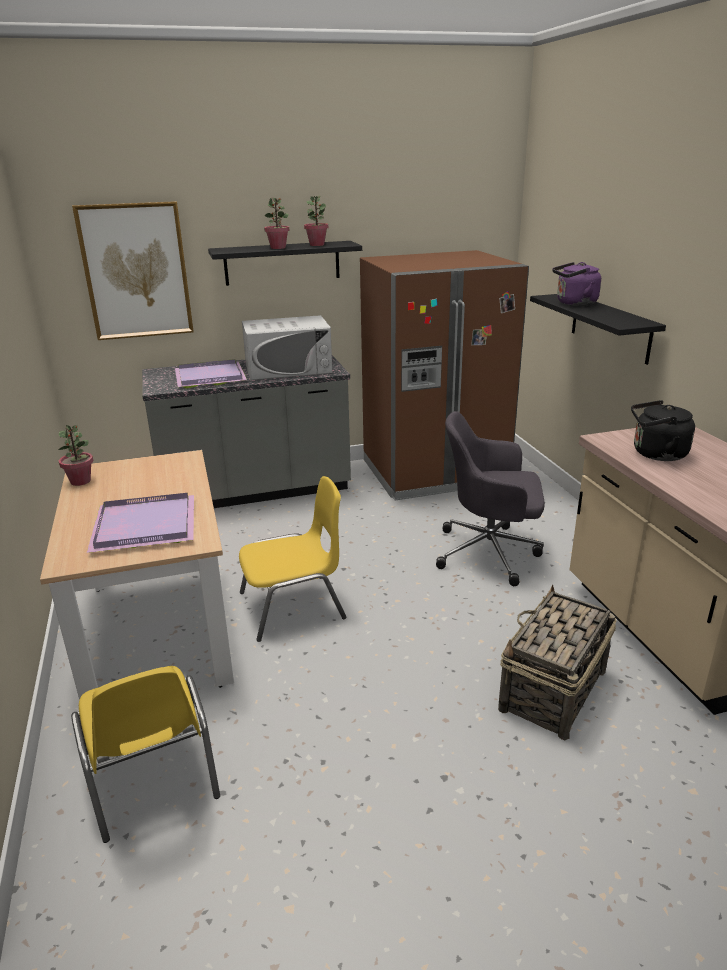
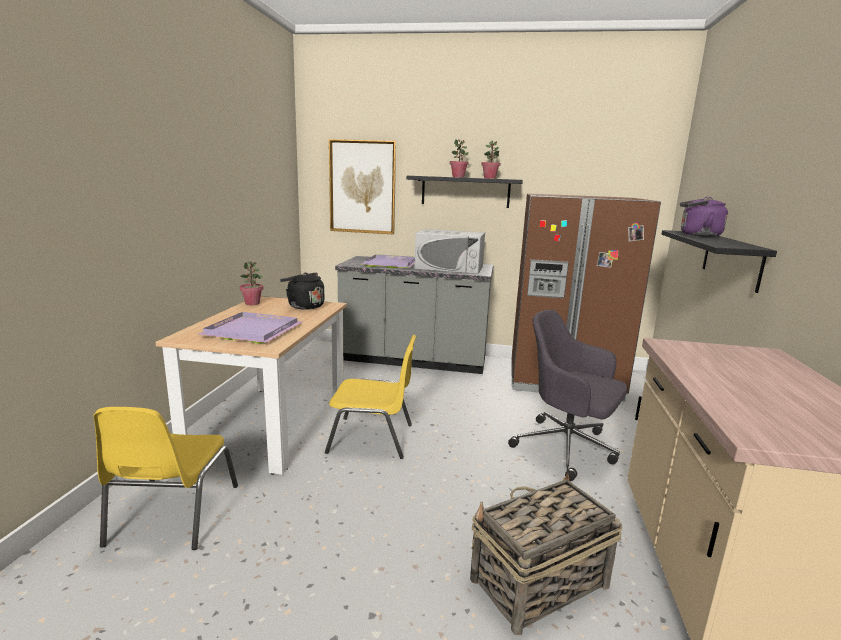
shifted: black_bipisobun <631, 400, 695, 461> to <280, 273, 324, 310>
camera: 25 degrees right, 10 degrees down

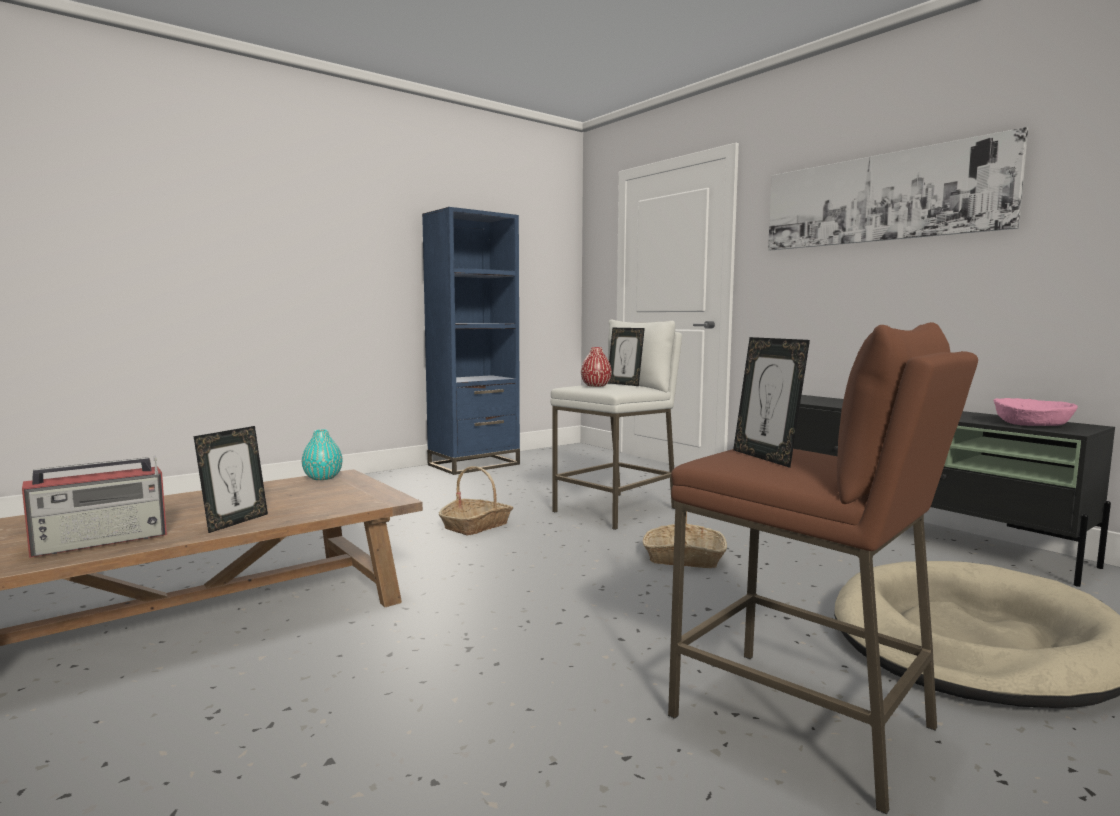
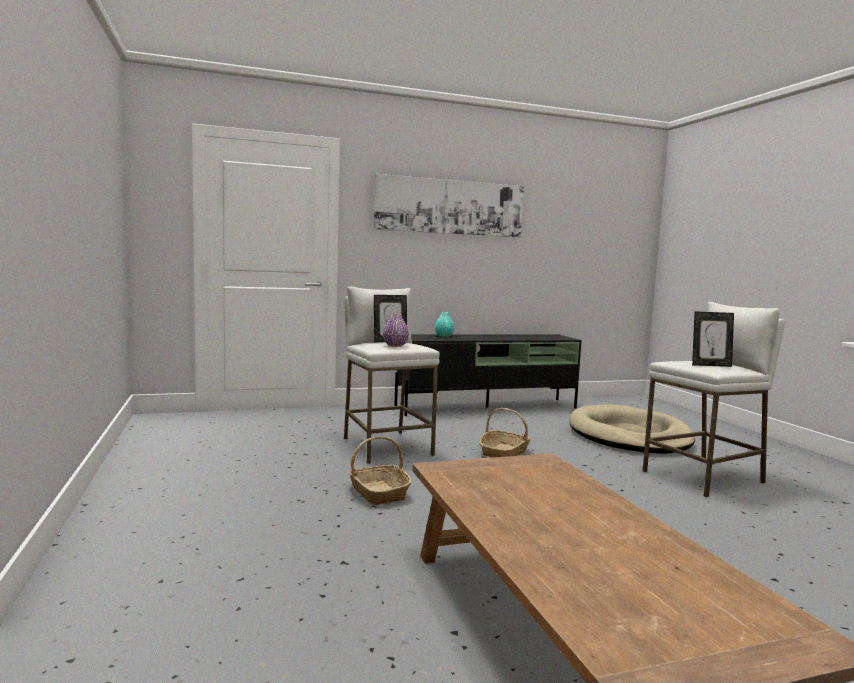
gone: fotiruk <22, 455, 167, 558>; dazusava <194, 426, 268, 533>; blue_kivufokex <422, 207, 520, 475>; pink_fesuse <994, 398, 1078, 426>
shifted: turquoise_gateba <302, 430, 342, 480> to <435, 312, 454, 337>
repainted: red_gateba <581, 347, 612, 387> to purple_gateba <383, 313, 409, 347>; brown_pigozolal <668, 322, 978, 815> to white_pigozolal <643, 302, 785, 497>
camera: 70 degrees left, 0 degrees up

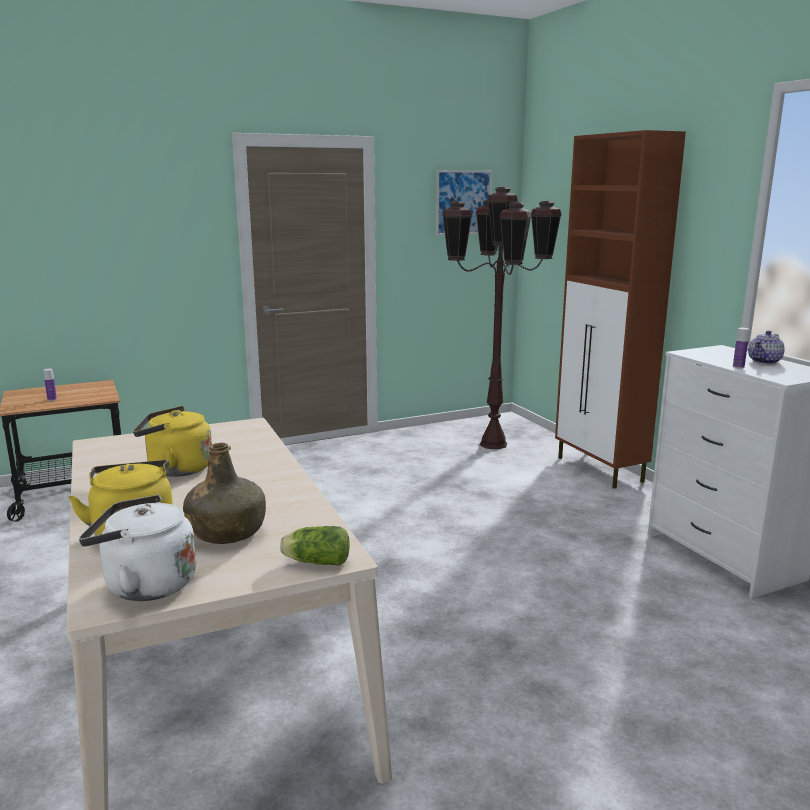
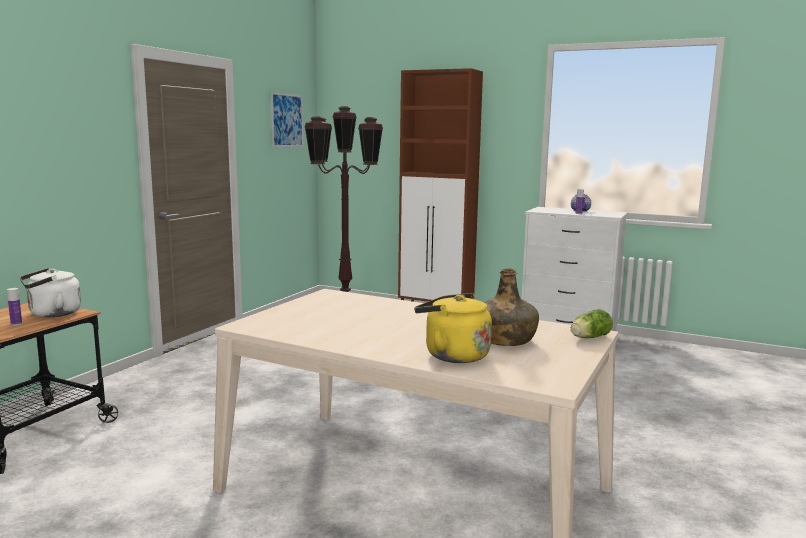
gone: yellow_bipisobun <133, 406, 212, 477>
shifted: white_bipisobun <79, 495, 196, 601> to <20, 268, 81, 317>
camera: 40 degrees left, 5 degrees down

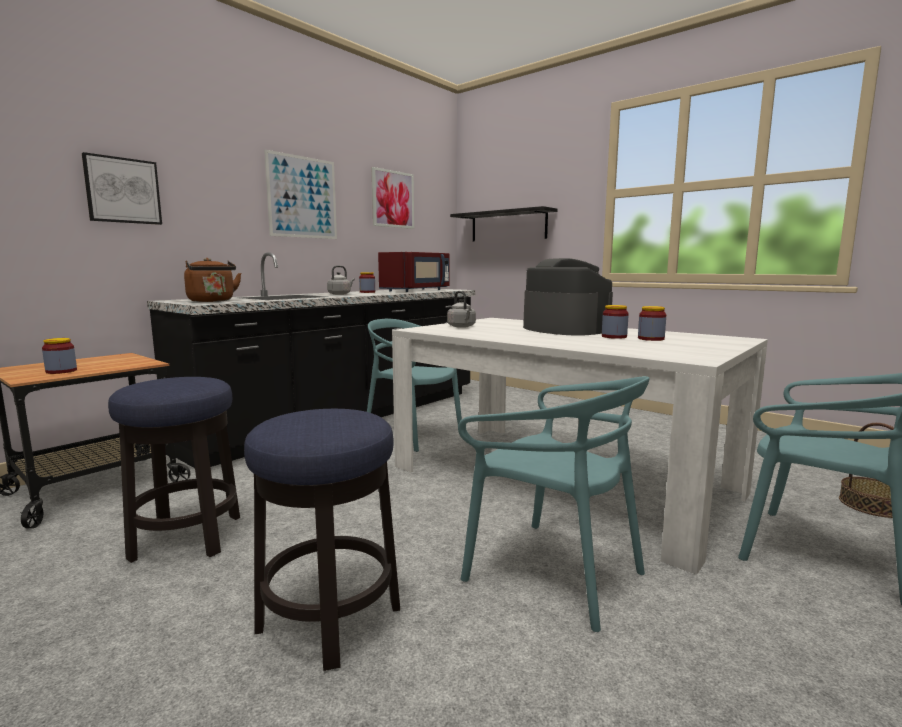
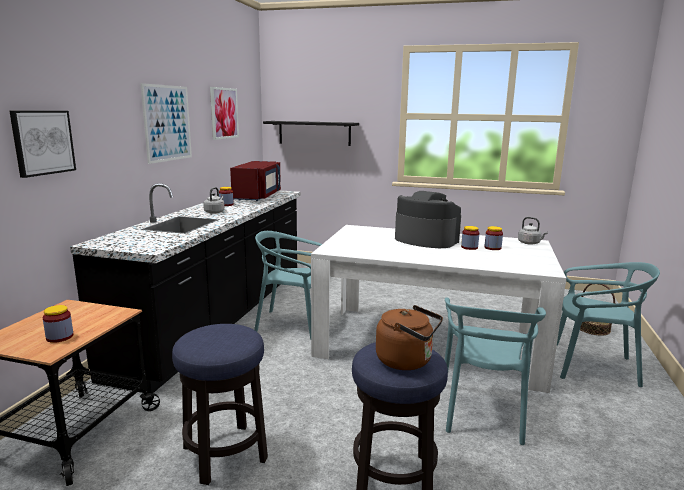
shifted: brown_bipisobun <184, 258, 242, 302> to <376, 305, 443, 370>; grey_bipisobun <447, 291, 476, 328> to <518, 217, 548, 245>
rotated: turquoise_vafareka <458, 376, 650, 632> = <445, 297, 546, 445> 90 degrees clockwise
camera: 25 degrees left, 5 degrees up

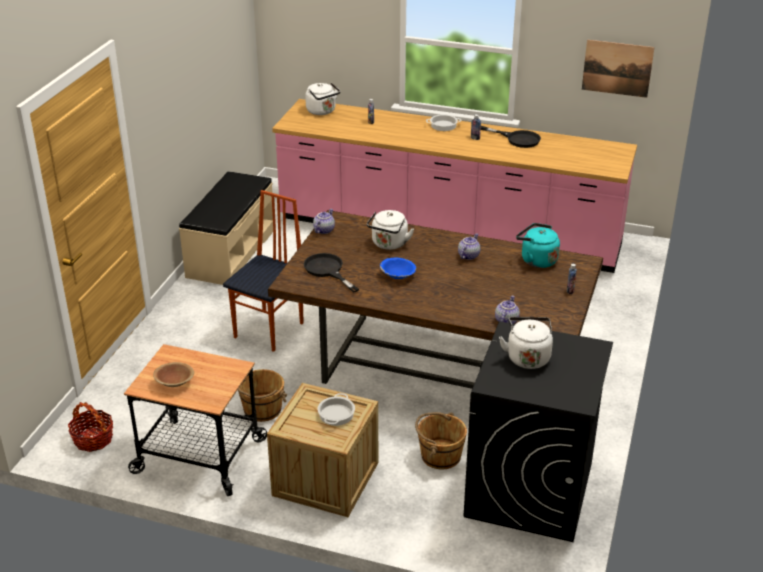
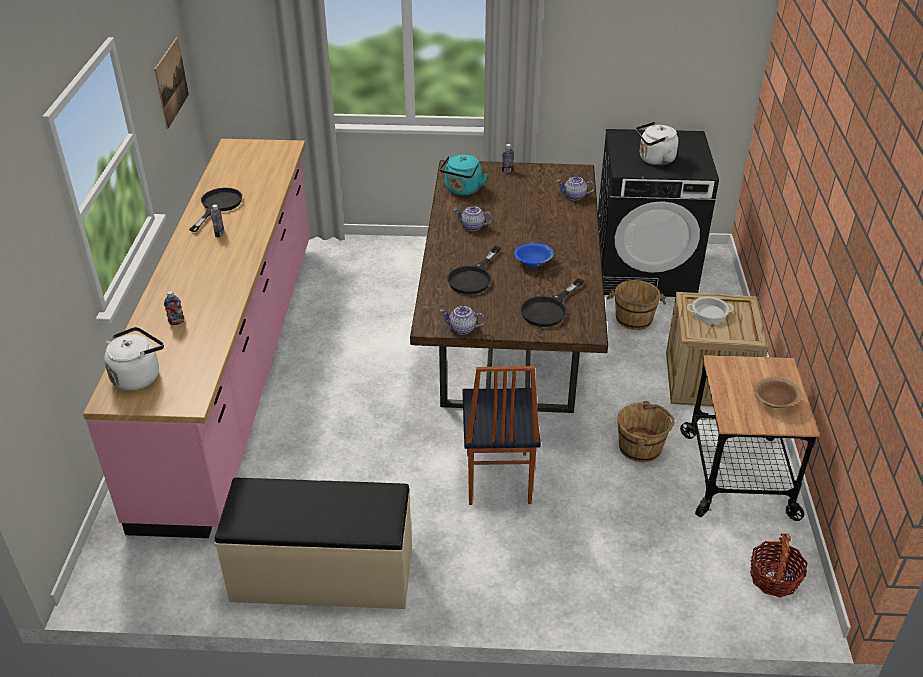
gone: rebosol <426, 114, 461, 131>
swapped: white_bipisobun <367, 210, 414, 250> to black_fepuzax <447, 246, 501, 294>
rotated: vafareka <223, 190, 304, 352> = <463, 366, 541, 505> 105 degrees counterclockwise
camera: 105 degrees left, 5 degrees up

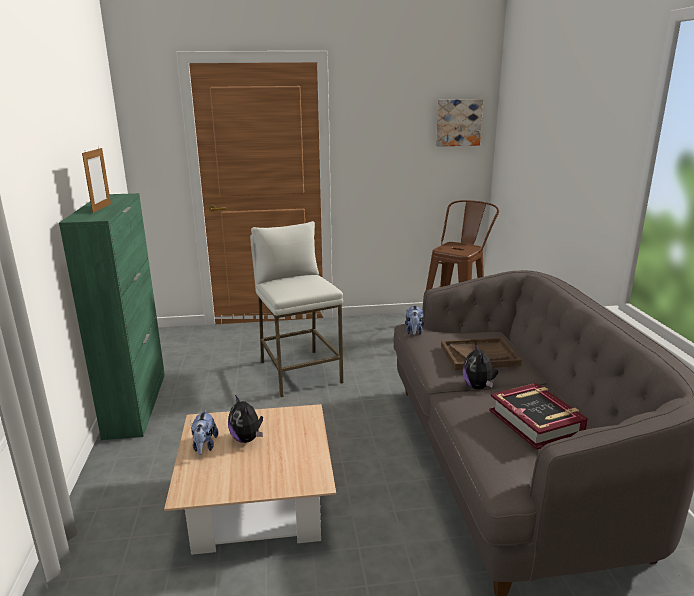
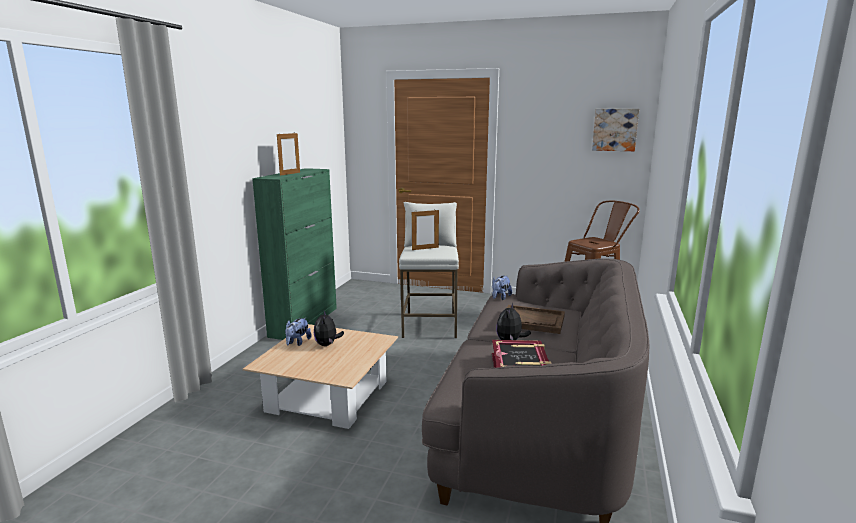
new: dazusava <412, 209, 439, 250>
camera: 25 degrees right, 5 degrees down

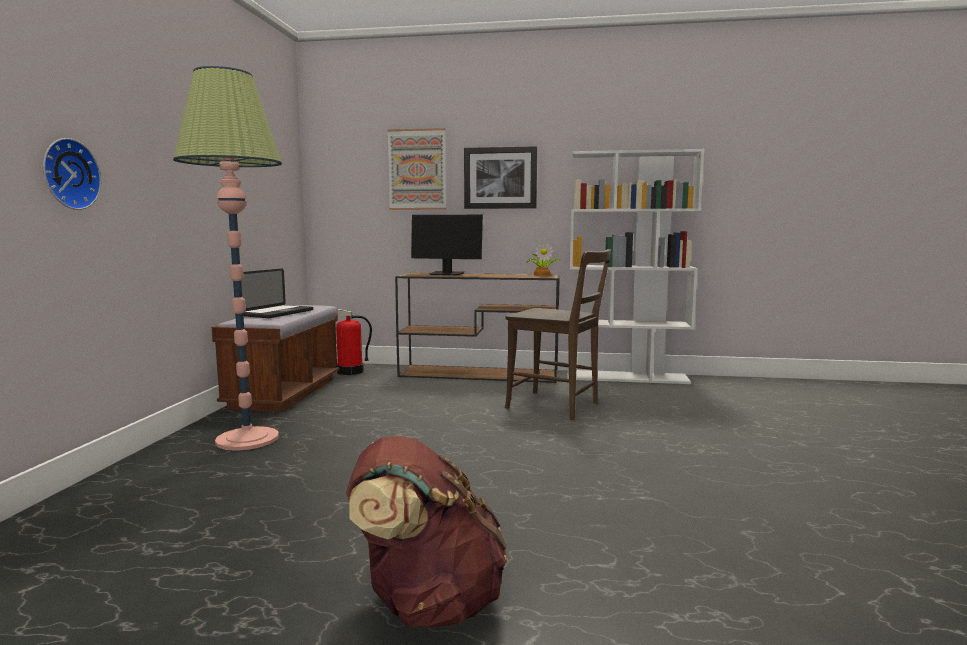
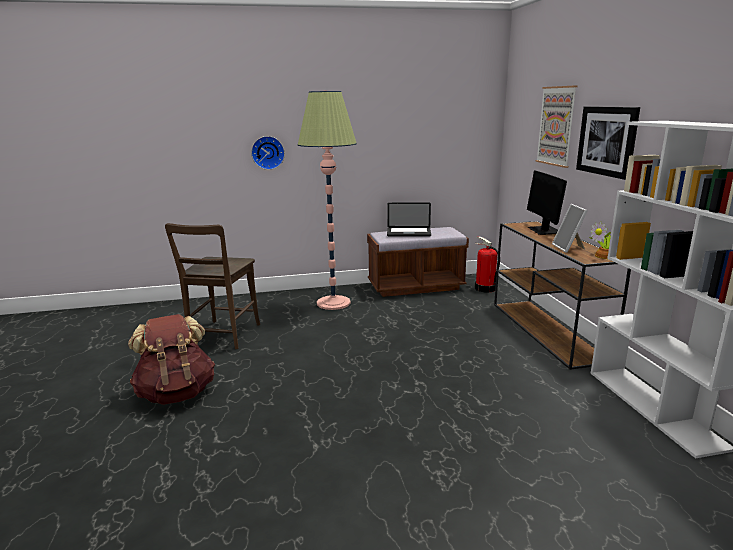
new: dazusava <552, 204, 588, 253>
shifted: brown_vafareka <505, 249, 611, 420> to <165, 223, 260, 349>
camera: 70 degrees right, 10 degrees up

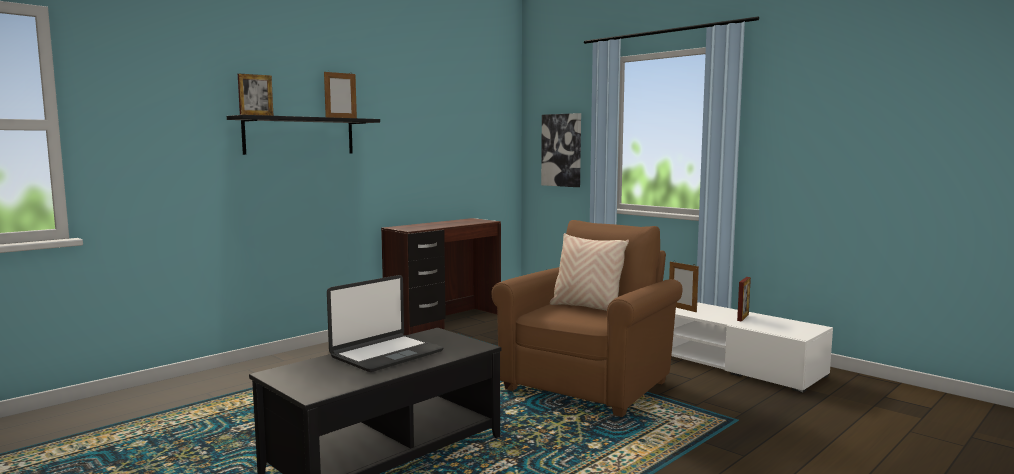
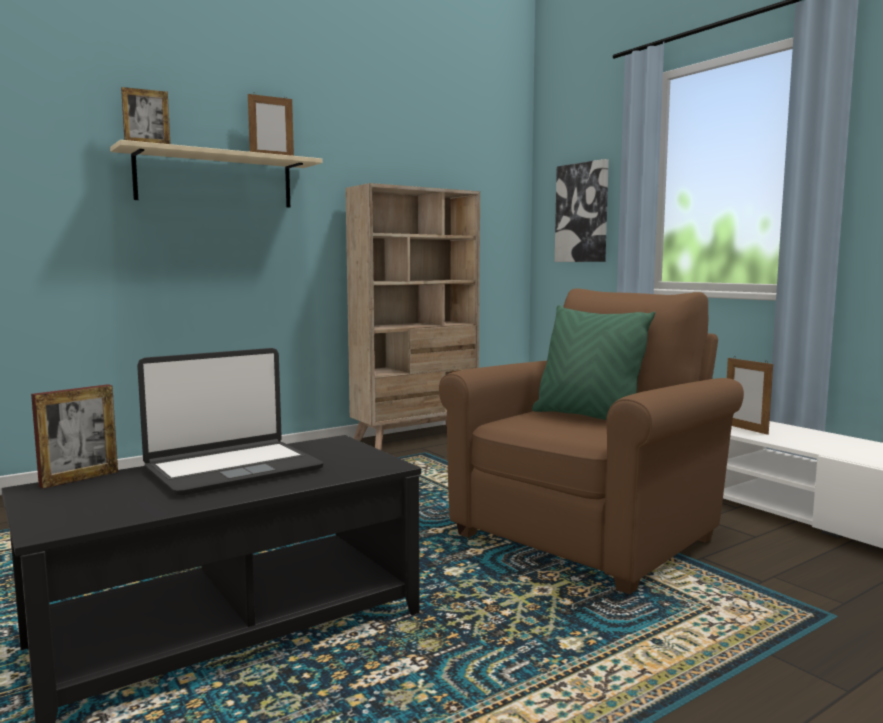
shifted: dazusava <737, 277, 751, 322> to <31, 384, 118, 489>
swapped: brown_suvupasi <381, 218, 501, 335> to beige_kivufokex <345, 183, 480, 450>
repainted: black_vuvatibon <227, 115, 380, 155> to beige_vuvatibon <110, 140, 323, 208>; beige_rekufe <550, 233, 629, 311> to green_rekufe <532, 305, 655, 420>
camera: 10 degrees right, 0 degrees up

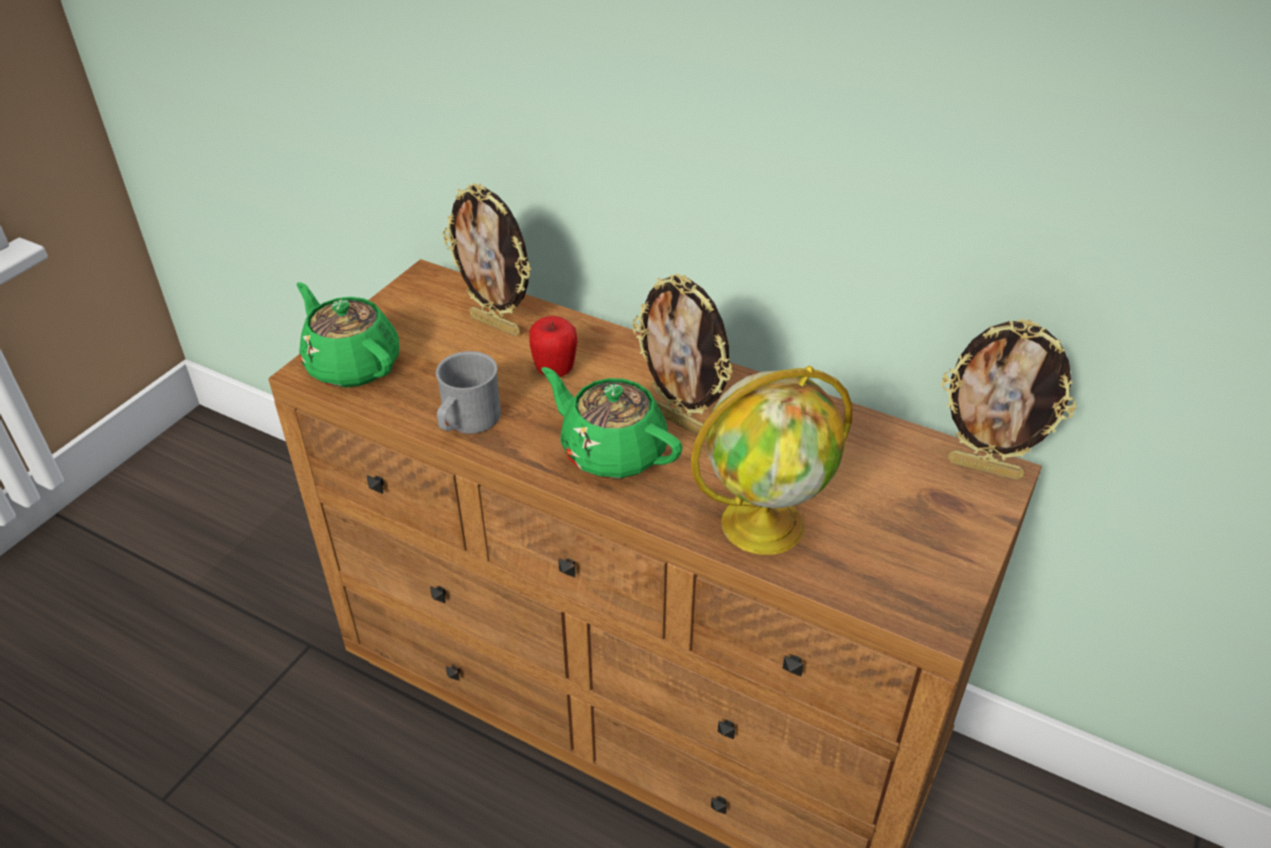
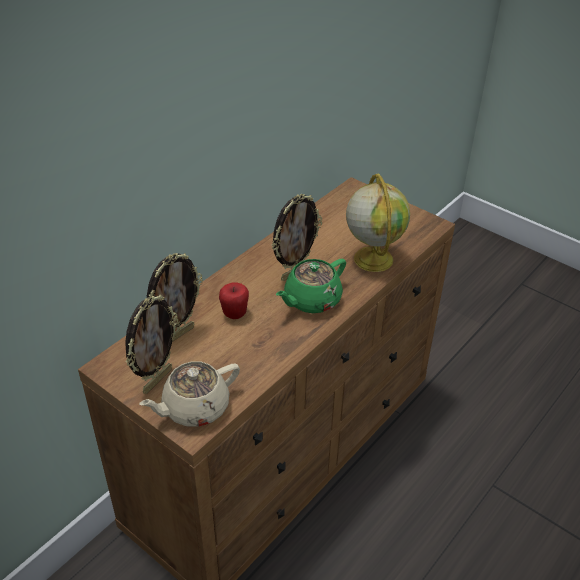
gone: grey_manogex <436, 351, 501, 434>
shifted: dazusava <941, 319, 1077, 480> to <125, 295, 178, 394>
repainted: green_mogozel <297, 282, 399, 387> to beige_mogozel <139, 361, 240, 427>
camera: 80 degrees left, 0 degrees up

